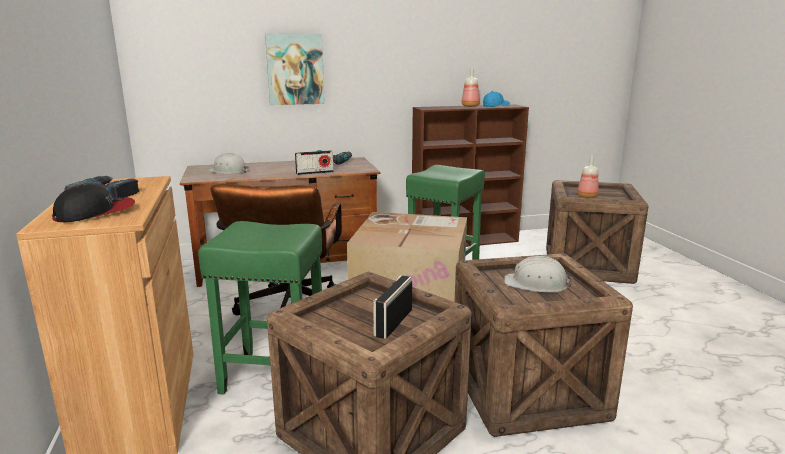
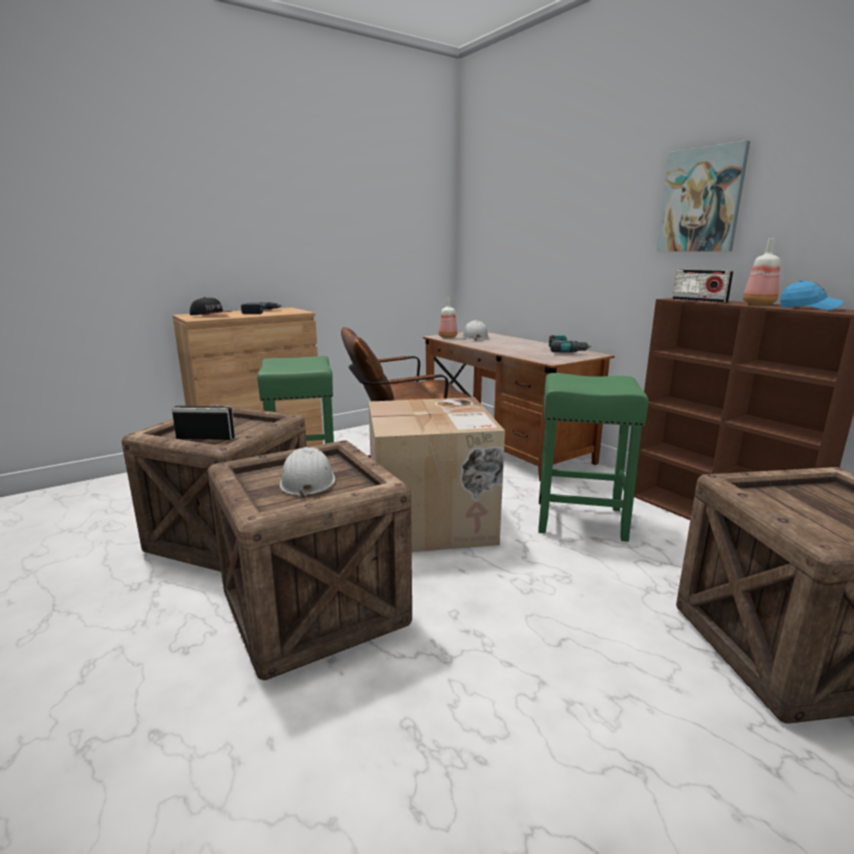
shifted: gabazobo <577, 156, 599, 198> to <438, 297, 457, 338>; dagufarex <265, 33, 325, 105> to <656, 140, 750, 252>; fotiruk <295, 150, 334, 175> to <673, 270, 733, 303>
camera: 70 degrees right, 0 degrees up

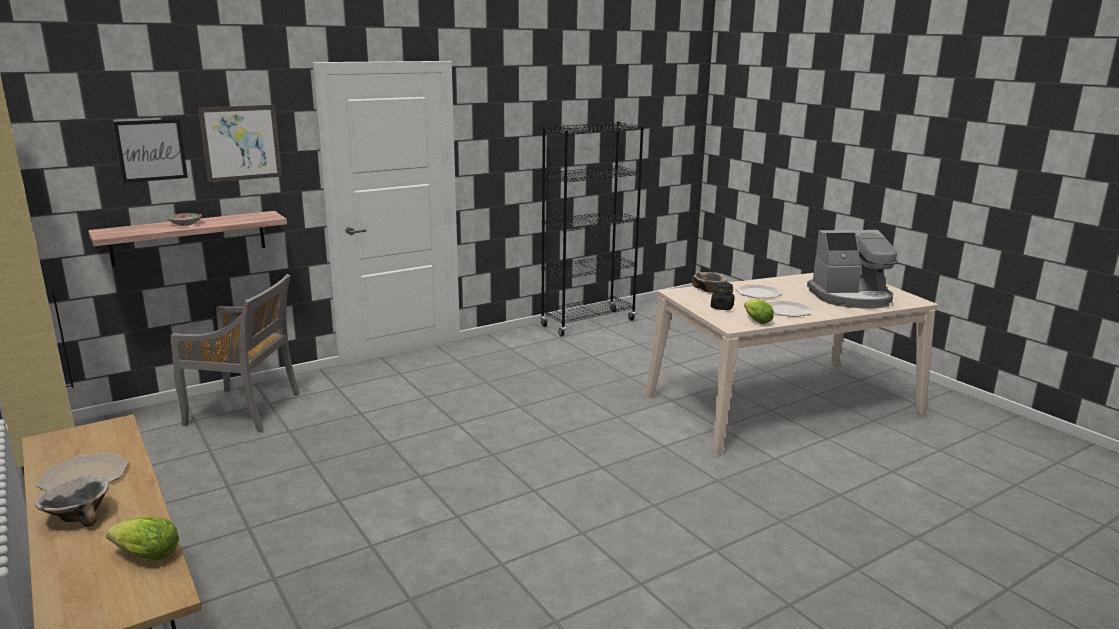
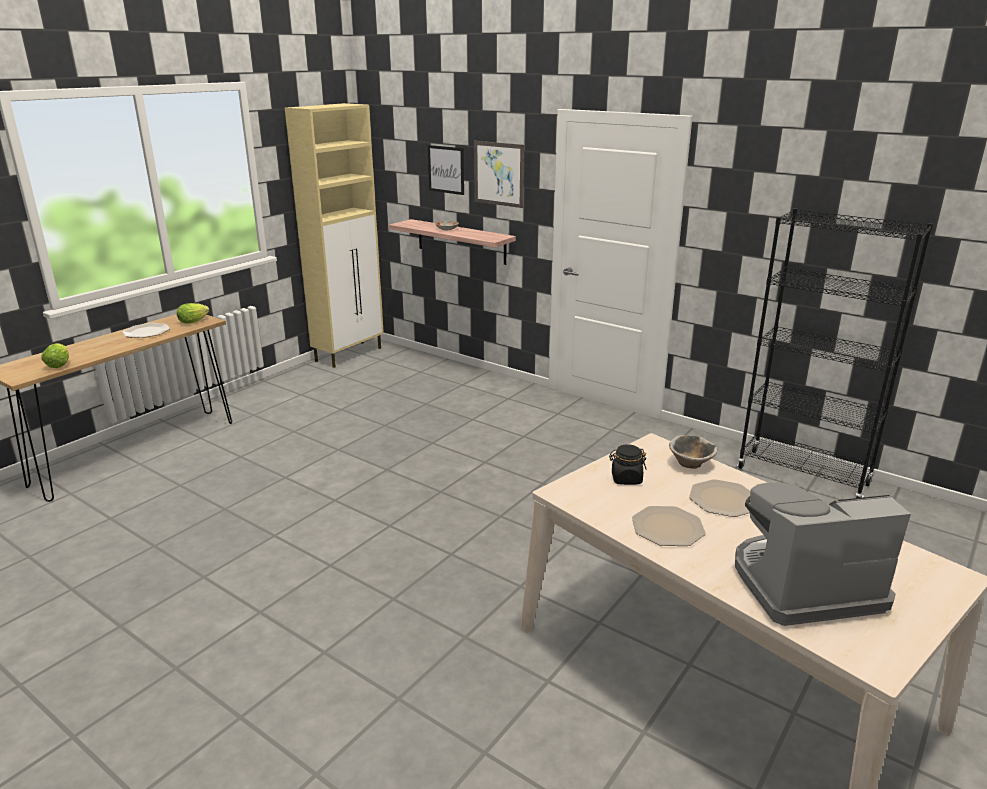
gone: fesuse <35, 475, 109, 527>; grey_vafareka <170, 274, 300, 432>
shifted: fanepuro <744, 299, 774, 324> to <177, 303, 210, 324>
rotated: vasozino <807, 230, 898, 309> = <735, 482, 911, 626> 105 degrees clockwise
camera: 70 degrees right, 5 degrees up

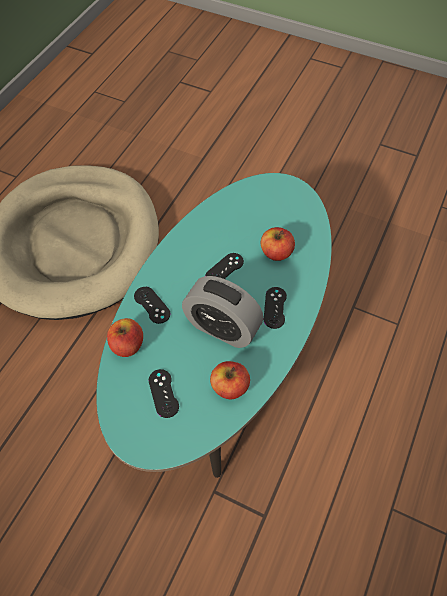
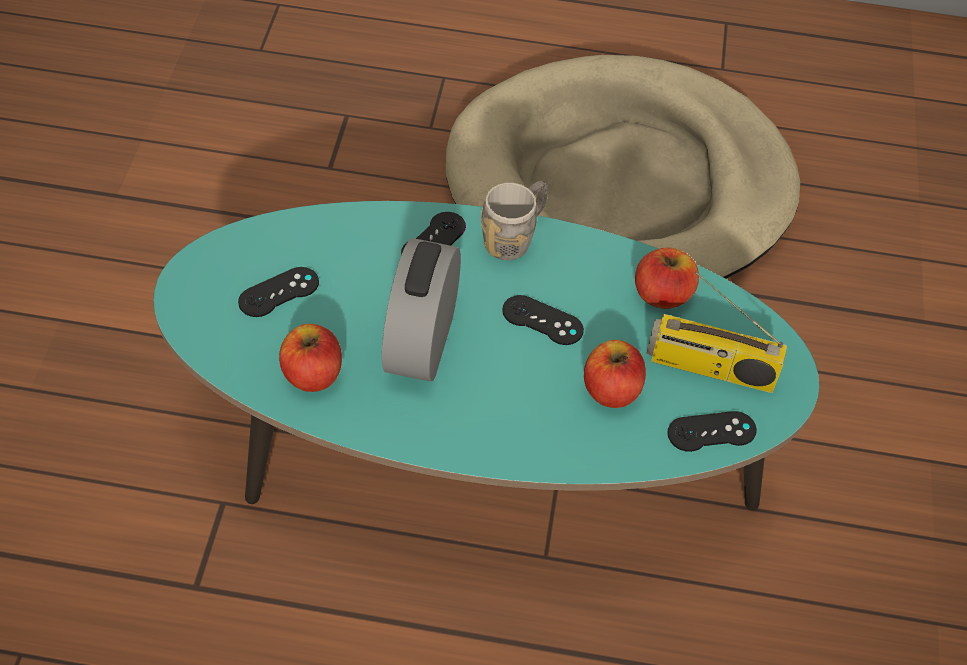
new: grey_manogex <481, 181, 548, 260>; fotiruk <646, 271, 787, 393>
shifted: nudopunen <107, 318, 143, 357> to <635, 247, 699, 309>; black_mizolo <264, 287, 287, 329> to <667, 411, 757, 452>
camera: 70 degrees right, 5 degrees down

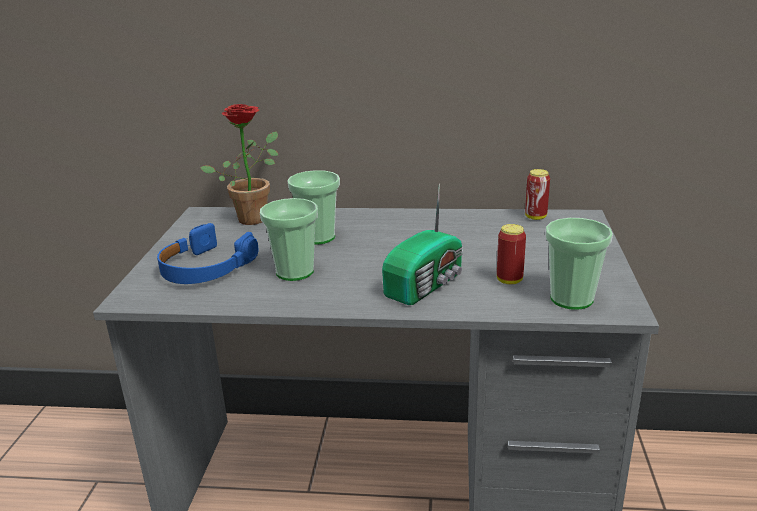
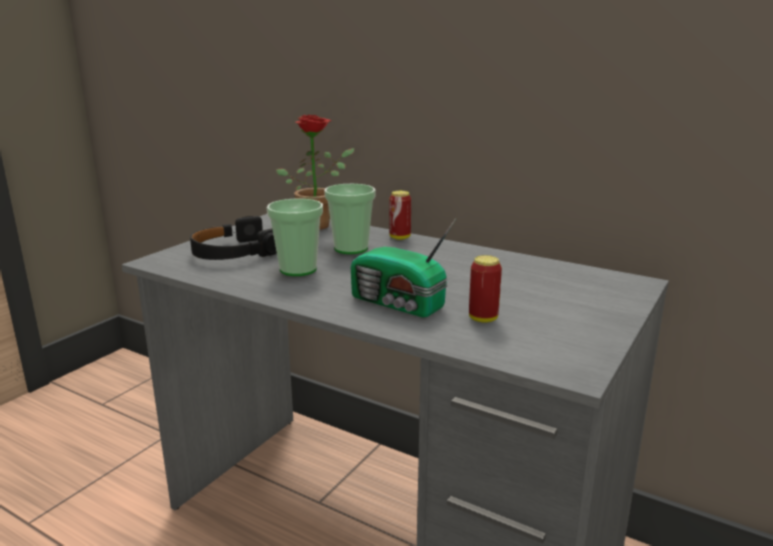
gone: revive <545, 218, 613, 310>
shifted: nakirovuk <525, 169, 550, 220> to <389, 191, 411, 240>
repainted: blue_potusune <157, 223, 258, 284> to black_potusune <190, 216, 277, 260>
rotated: fotiruk <382, 183, 463, 305> = <351, 218, 456, 317> 60 degrees clockwise
camera: 25 degrees right, 5 degrees down

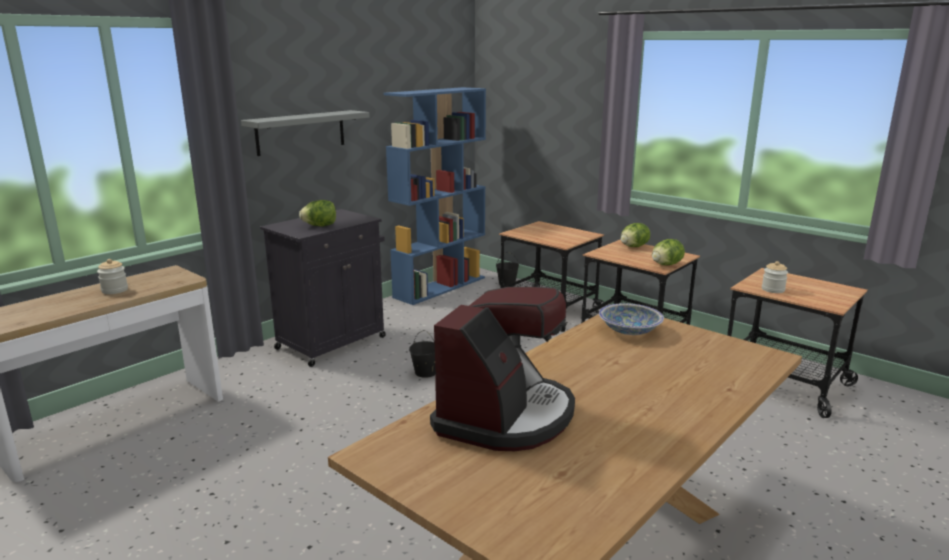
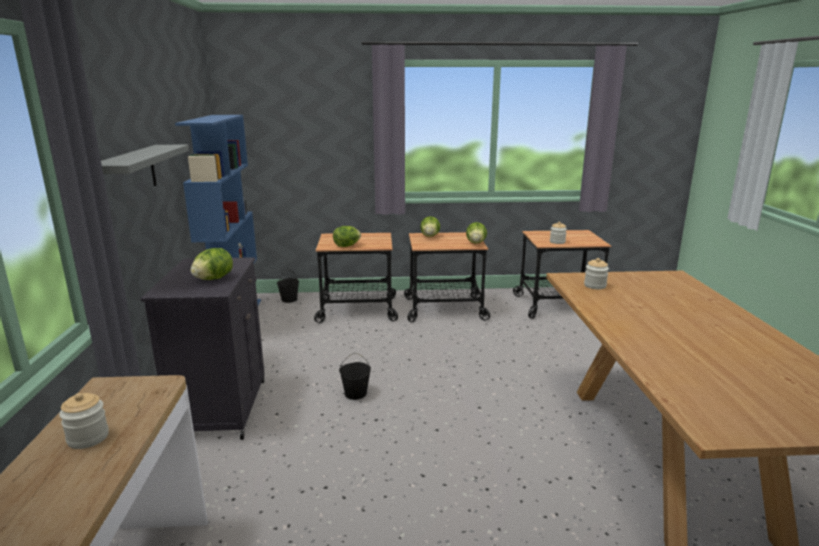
gone: vasozino <430, 287, 575, 451>
new: fanepuro <333, 226, 361, 247>
swapped: fesuse <599, 303, 664, 335> to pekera <584, 258, 609, 289>
camera: 45 degrees left, 0 degrees up

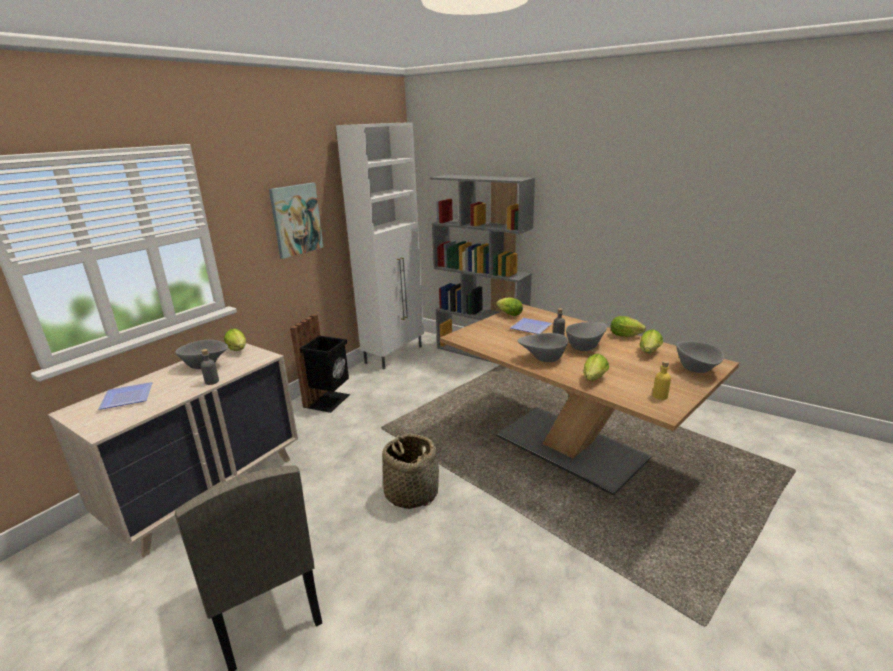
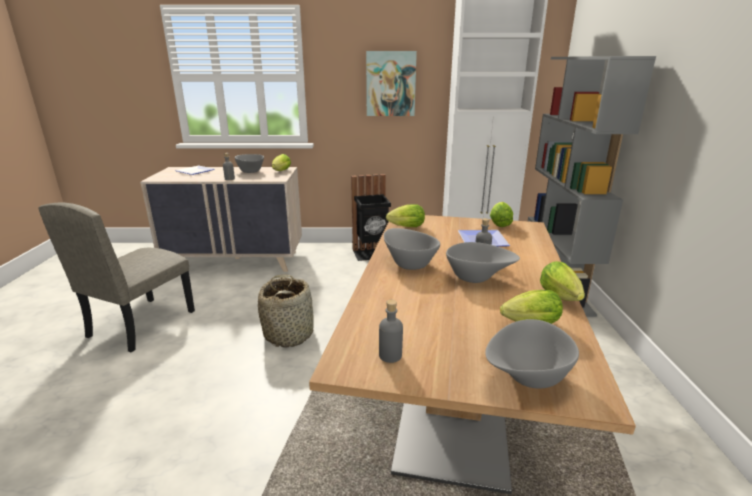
shifted: fanepuro <583, 354, 609, 381> to <386, 204, 425, 227>
repainted: yellow_gabazobo <653, 361, 671, 400> to grey_gabazobo <379, 300, 403, 363>
camera: 55 degrees right, 0 degrees up

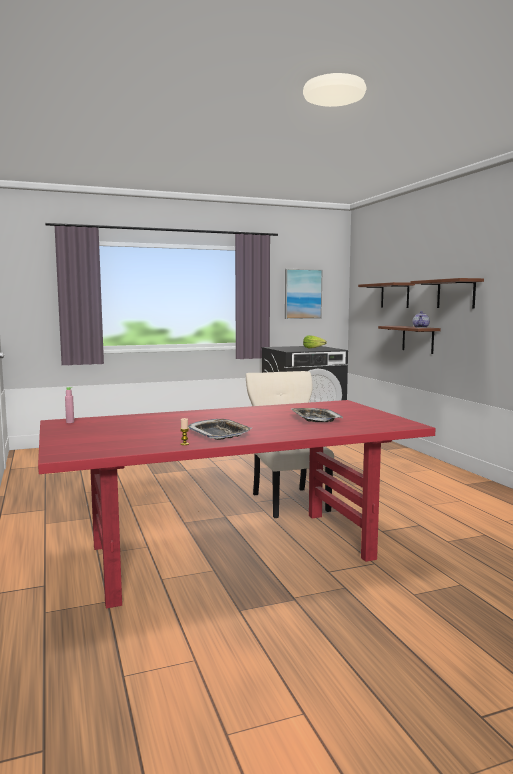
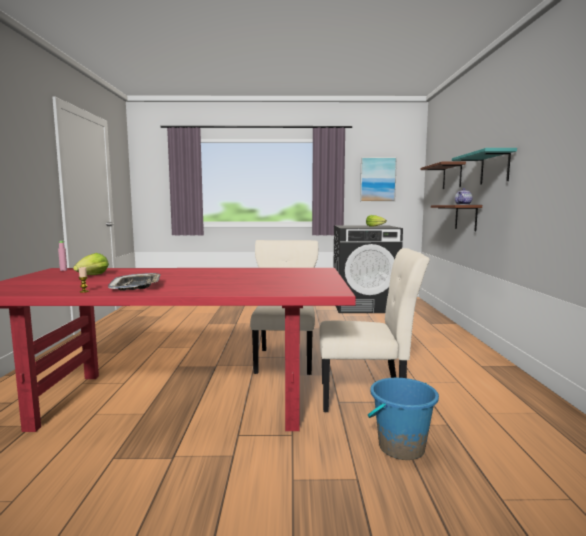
gone: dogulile <291, 408, 343, 422>
new: fanepuro <73, 253, 109, 275>; beige_vafareka <319, 248, 430, 412>; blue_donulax <368, 378, 439, 460>
repainted: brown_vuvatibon <411, 278, 484, 308> to turquoise_vuvatibon <452, 148, 517, 184>
camera: 20 degrees right, 0 degrees up

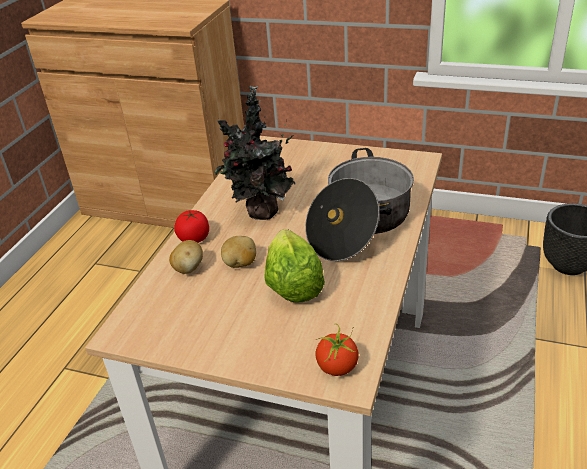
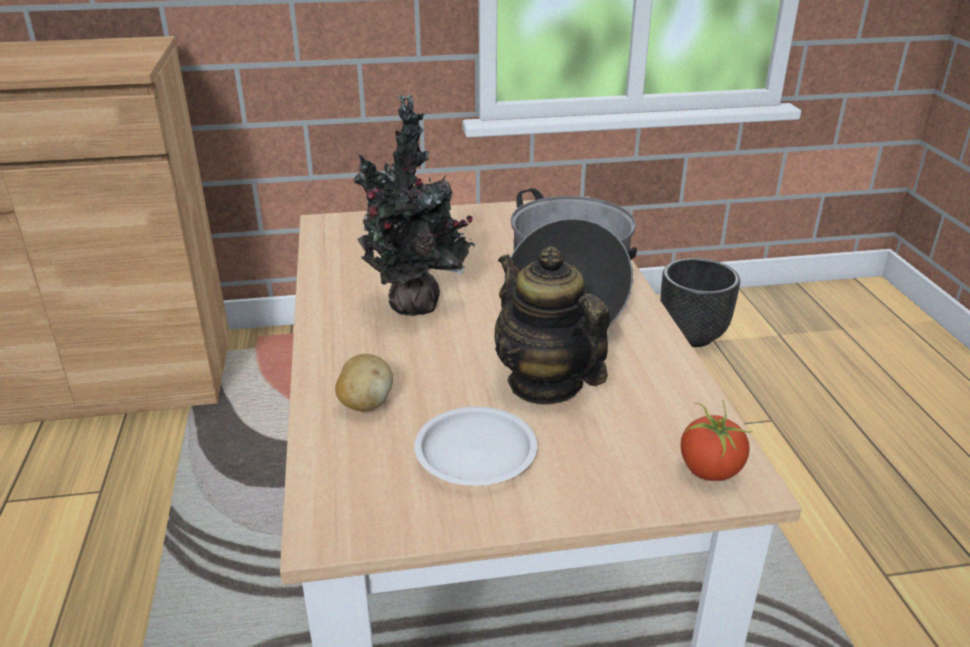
gone: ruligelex <174, 210, 209, 243>; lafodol <221, 236, 256, 268>
new: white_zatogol <414, 407, 537, 486>
swapped: fanepuro <264, 229, 325, 303> to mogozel <494, 246, 610, 405>
camera: 30 degrees left, 5 degrees down

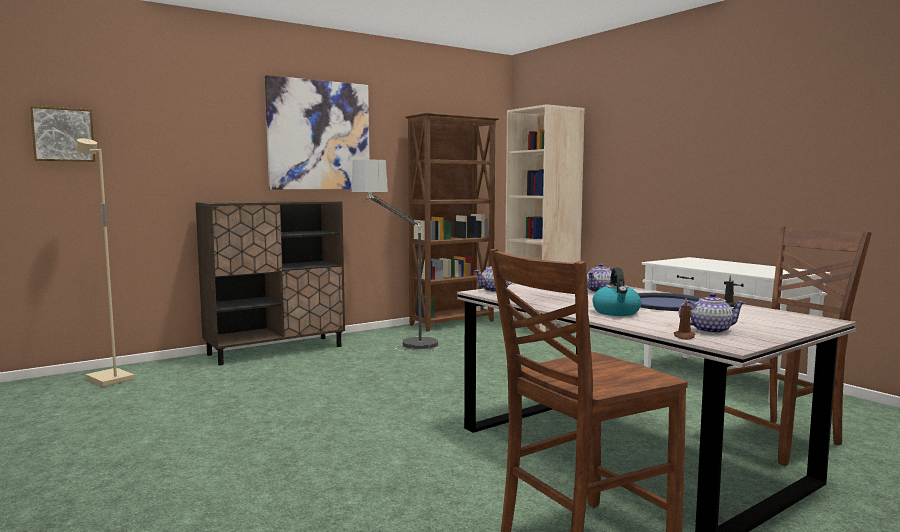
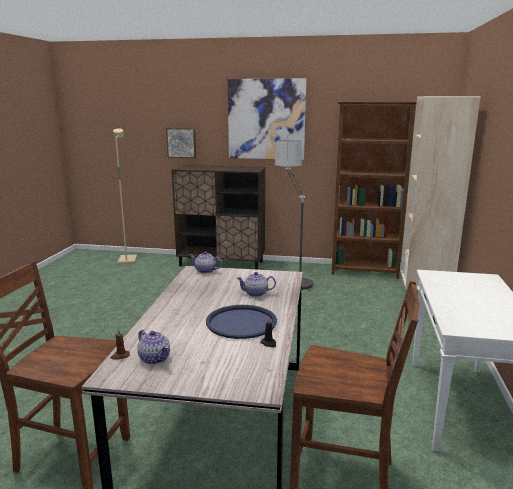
gone: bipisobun <593, 268, 641, 316>
shifted: dagufarex <30, 106, 95, 162> to <166, 128, 196, 158>
camera: 45 degrees right, 10 degrees up

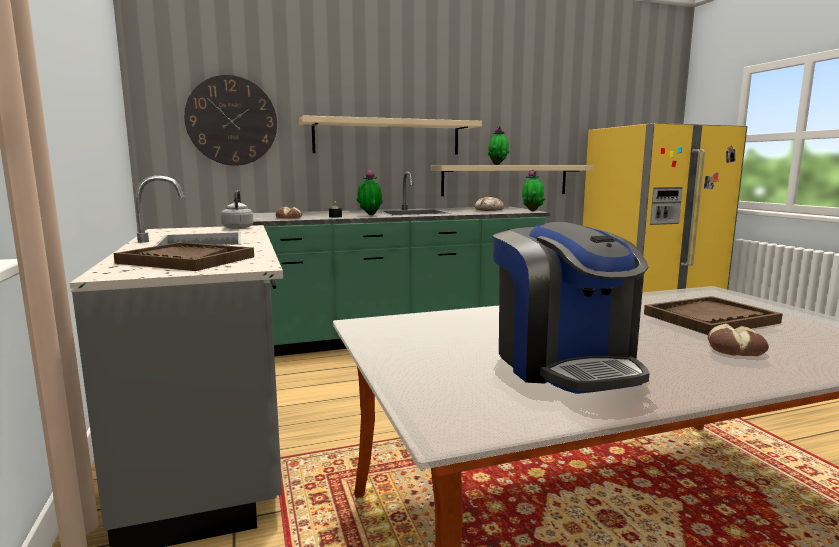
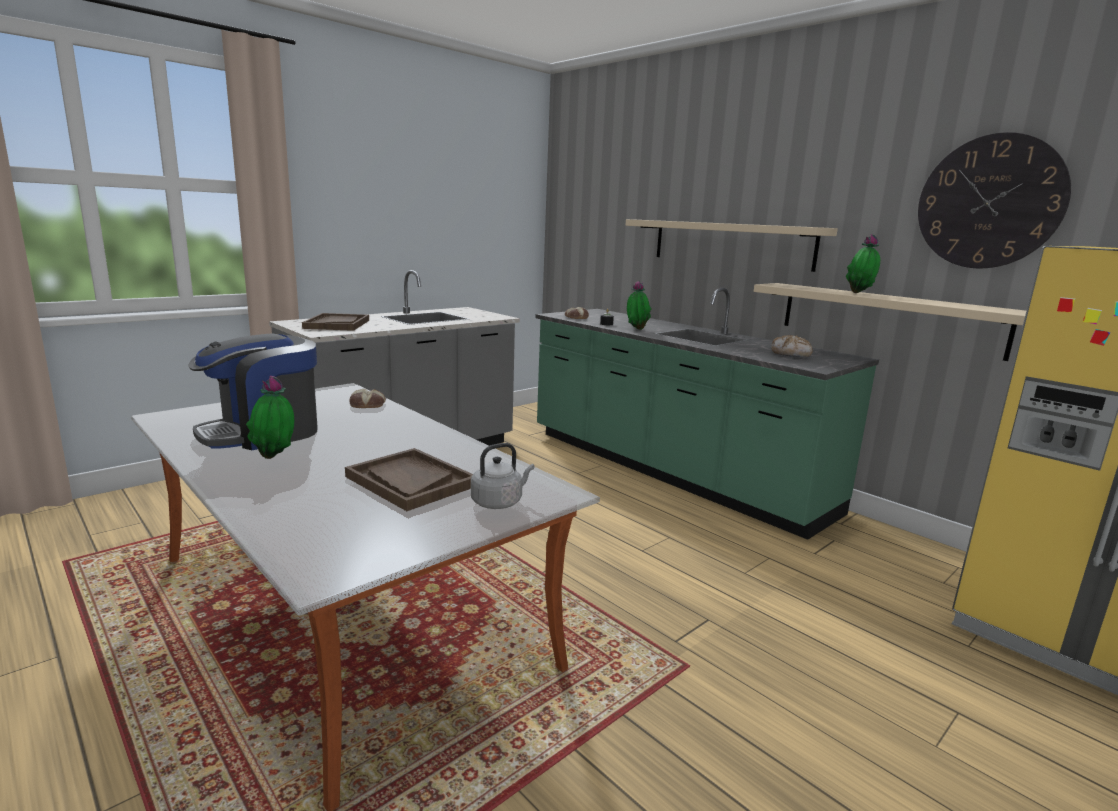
shifted: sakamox <522, 170, 546, 211> to <246, 376, 294, 459>; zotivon <708, 323, 769, 356> to <349, 389, 386, 408>; grey_bipisobun <221, 190, 253, 229> to <471, 443, 534, 509>; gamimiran <184, 75, 277, 166> to <918, 132, 1071, 268>
camera: 65 degrees right, 5 degrees up

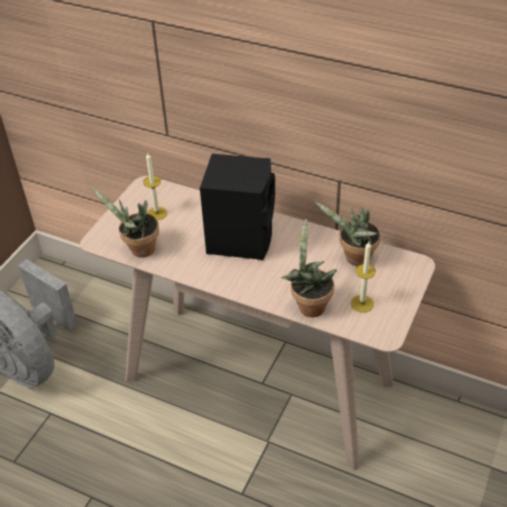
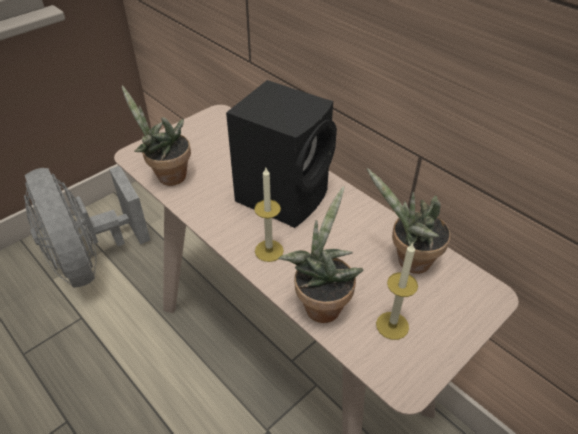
shifted: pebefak <143, 152, 167, 220> to <254, 168, 284, 262>
camera: 20 degrees right, 0 degrees up

